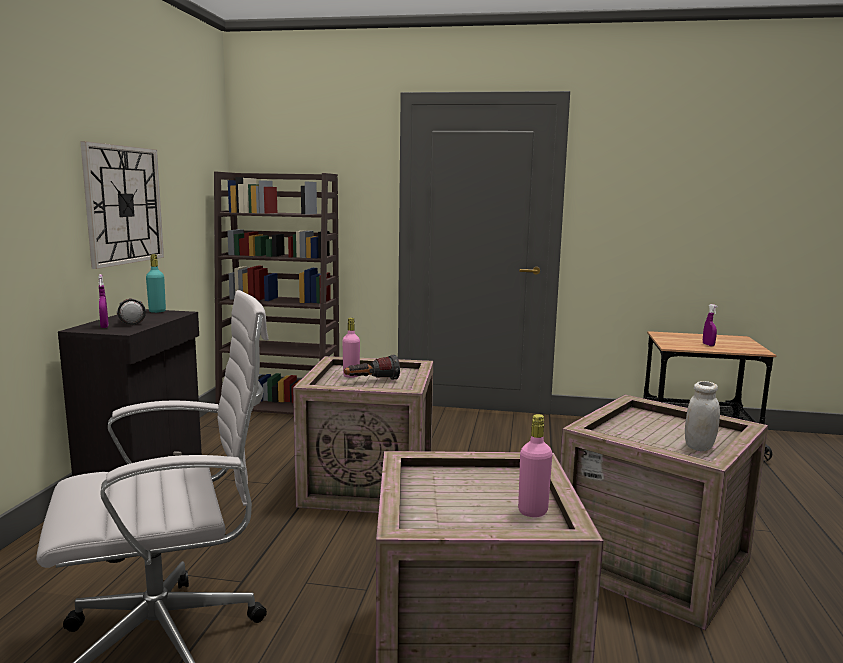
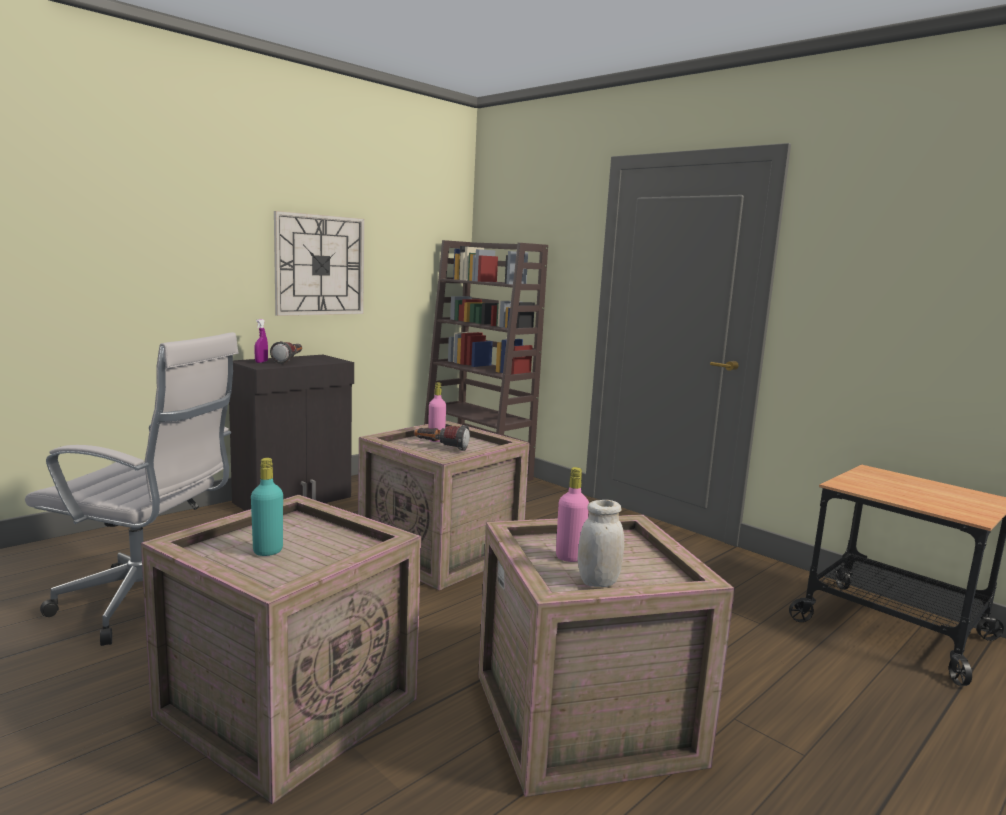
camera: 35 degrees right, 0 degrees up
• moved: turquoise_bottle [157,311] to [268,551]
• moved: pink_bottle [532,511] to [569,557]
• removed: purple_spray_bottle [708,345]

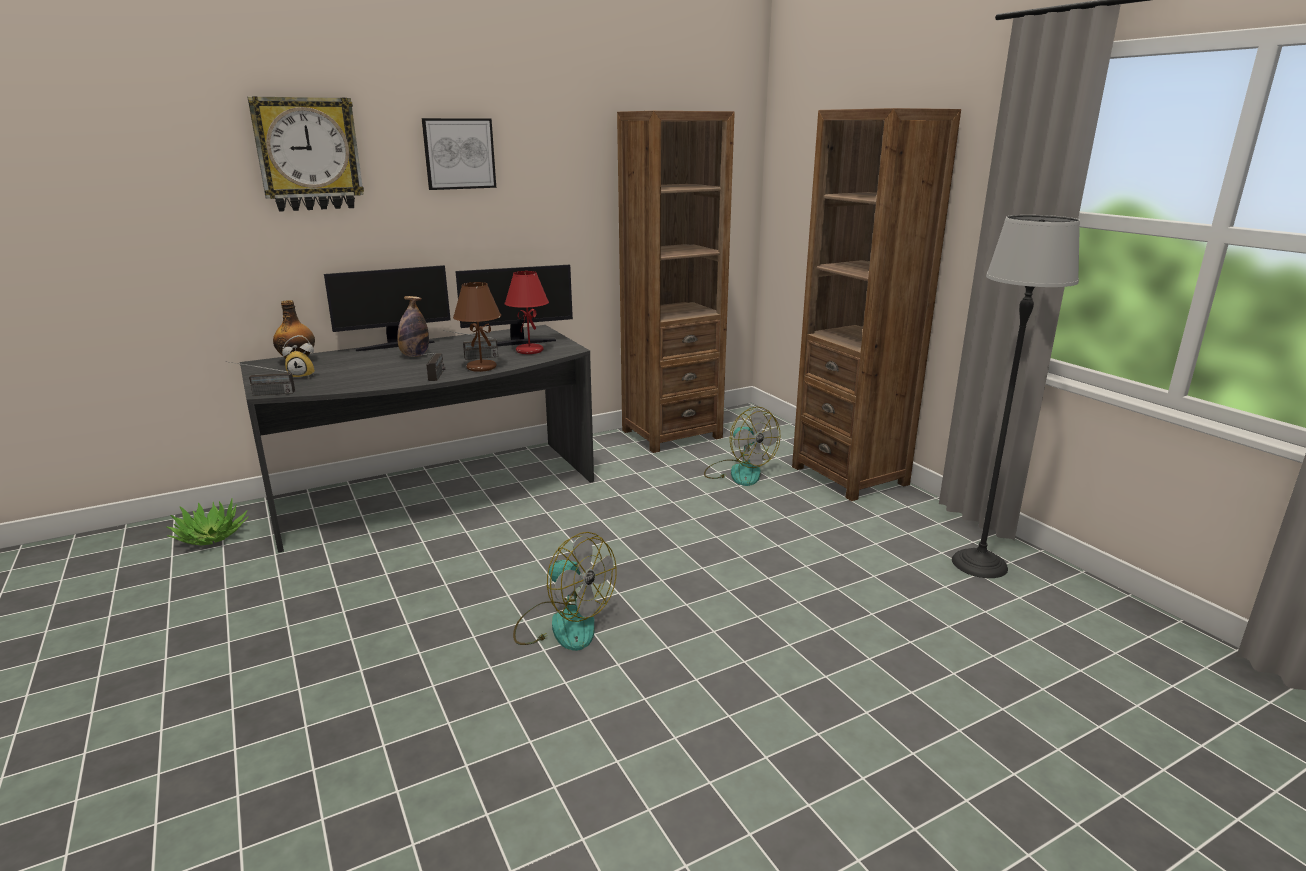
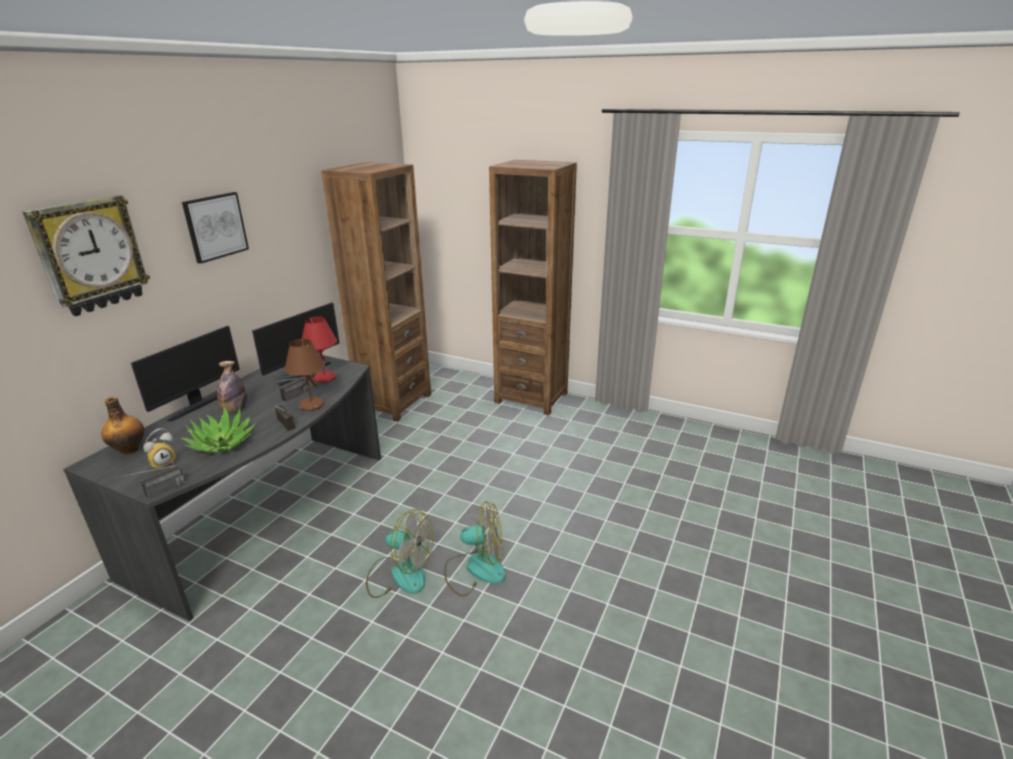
camera: 35 degrees left, 5 degrees up
• moved: potted_plant [211,536] to [222,443]
• moved: fan [738,472] to [400,574]
• removed: floor_lamp [979,564]

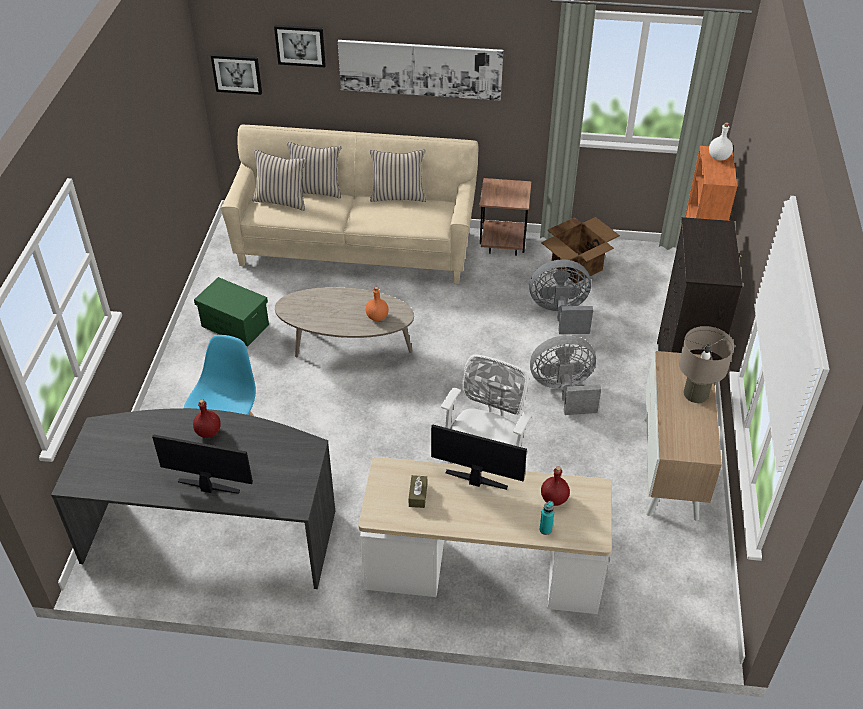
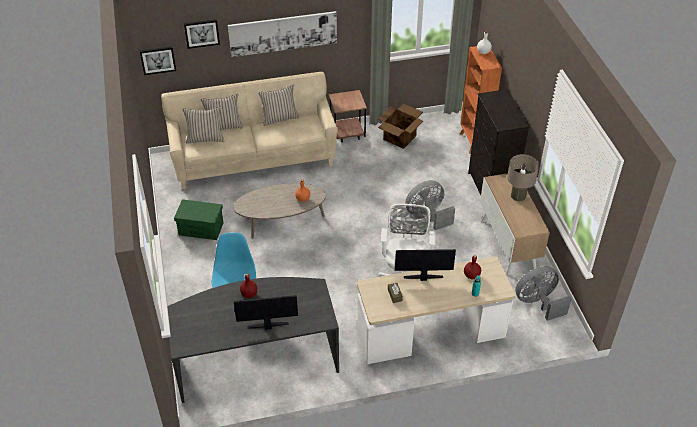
camera: 20 degrees left, 0 degrees up
• moved: grey_fan [560,314] to [538,303]

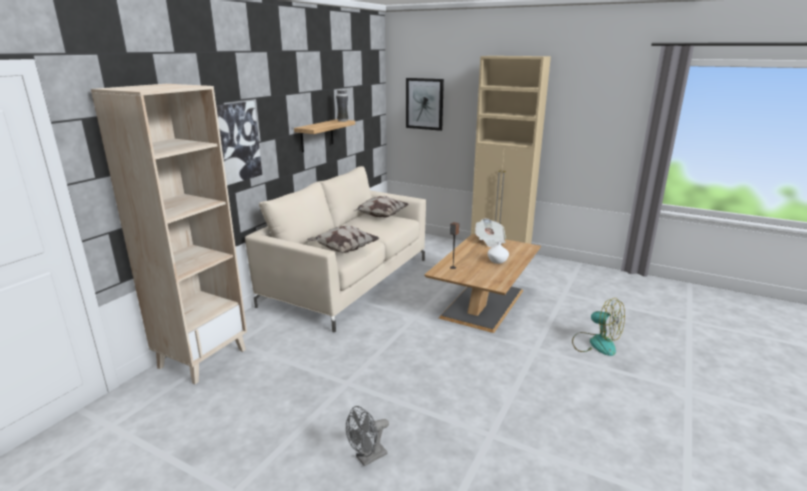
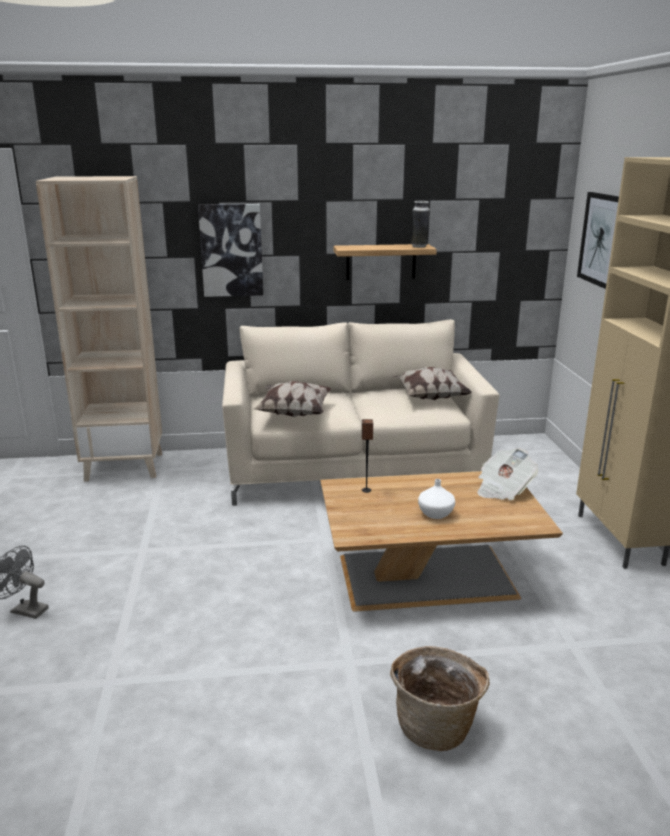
camera: 55 degrees right, 0 degrees up
• replaced: fan [595,343] to basket [436,725]

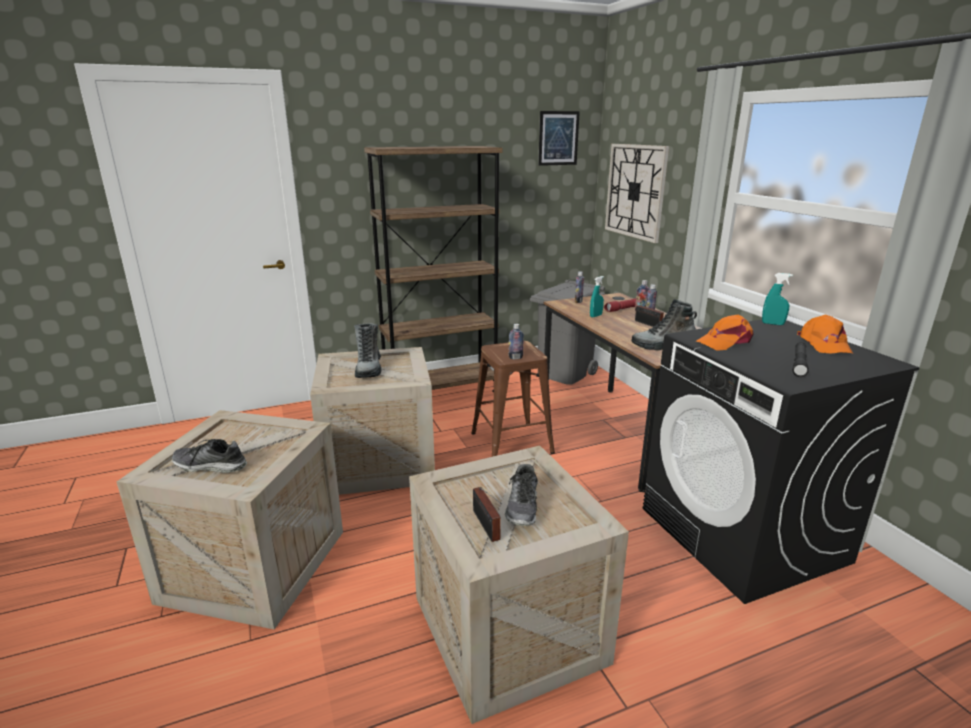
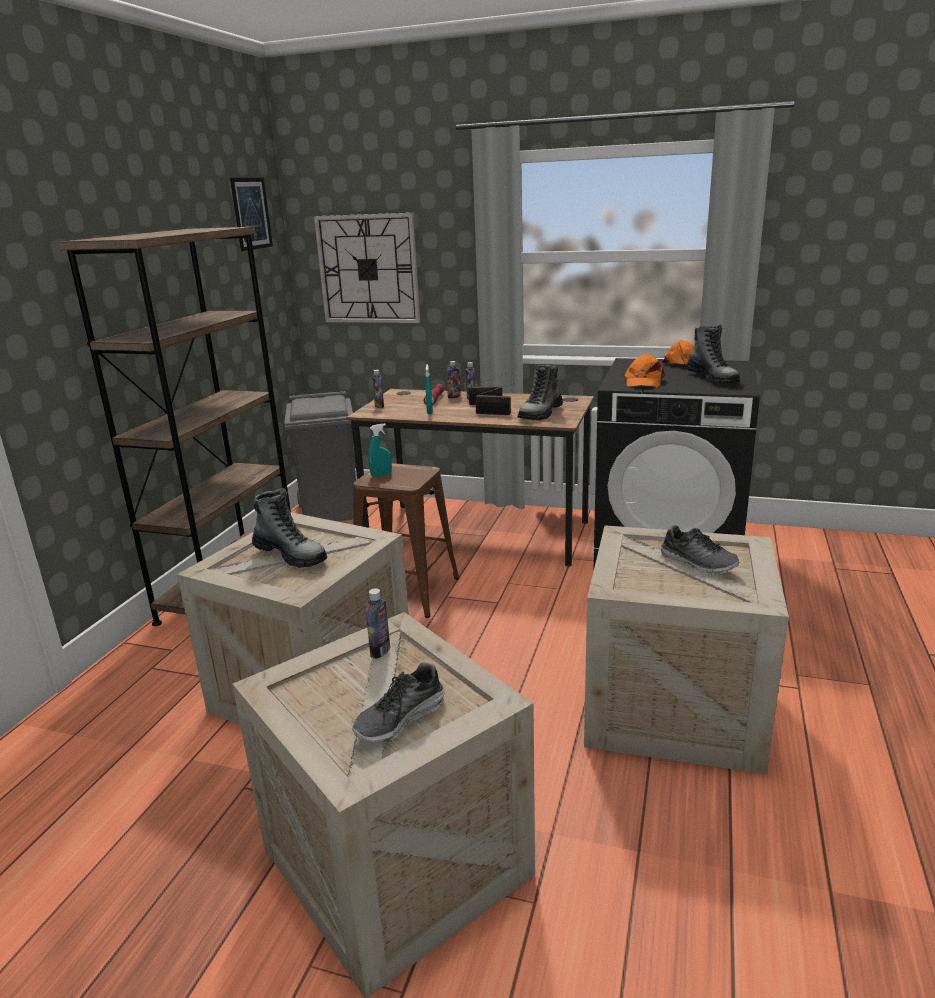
camera: 50 degrees left, 0 degrees up
• moved: radio [486,527] to [495,414]
• moved: bottle [515,357] to [380,651]
• moved: turquoise_spray_bottle [772,324] to [381,475]
• replaced: black_flashlight [799,364] to boot [712,378]

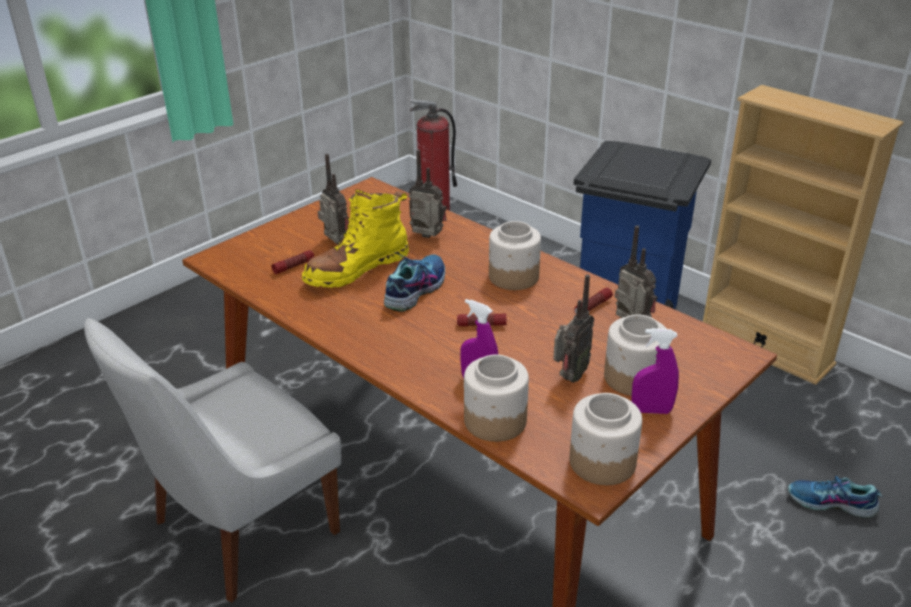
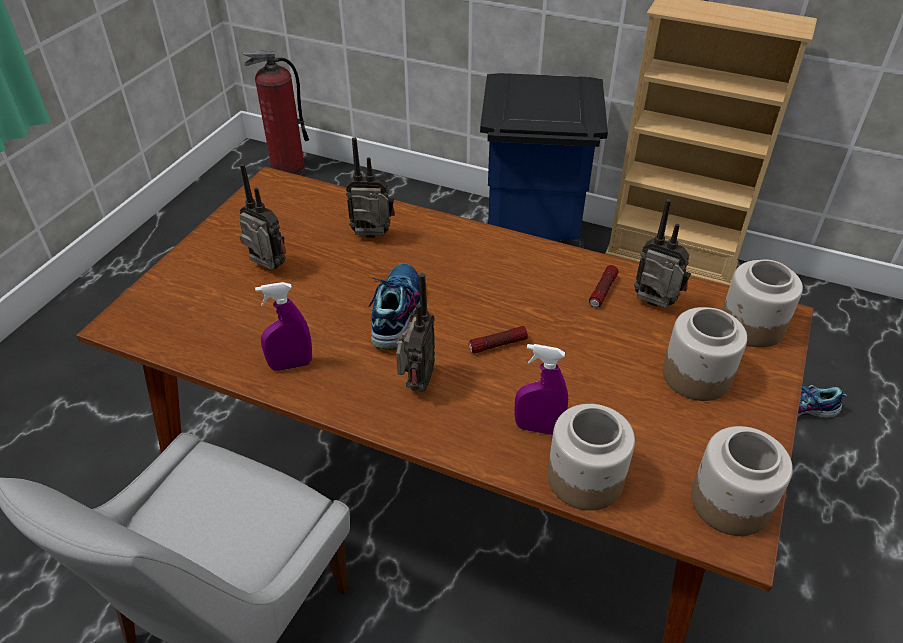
camera: 20 degrees left, 10 degrees up
• removed: flashlight [293,266]
• removed: yellow_boot [357,269]
• moved: jar [513,277] to [751,326]
• moved: radio [569,377] to [416,384]
• moved: purple_spray_bottle [651,410] to [291,365]

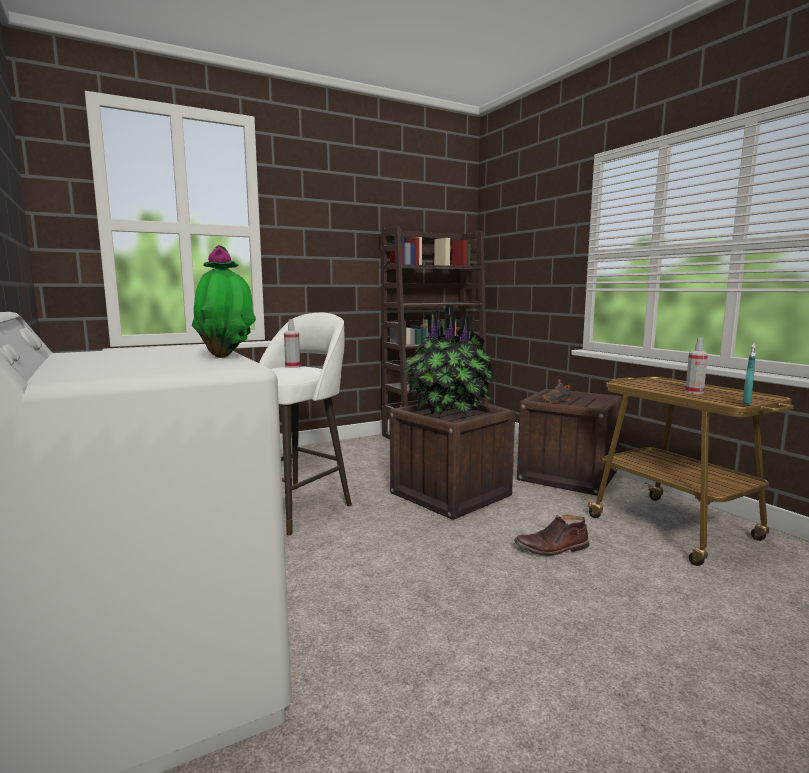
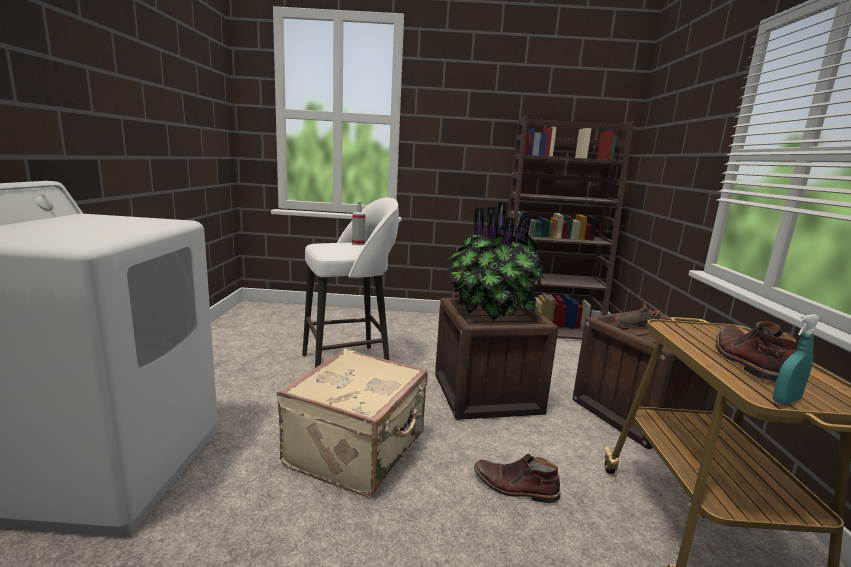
camera: 30 degrees right, 5 degrees up
• removed: potted_plant [226,356]
• replaced: spray_bottle [694,392] to brown_boot [747,362]
• added: beige_suitcase [358,450]

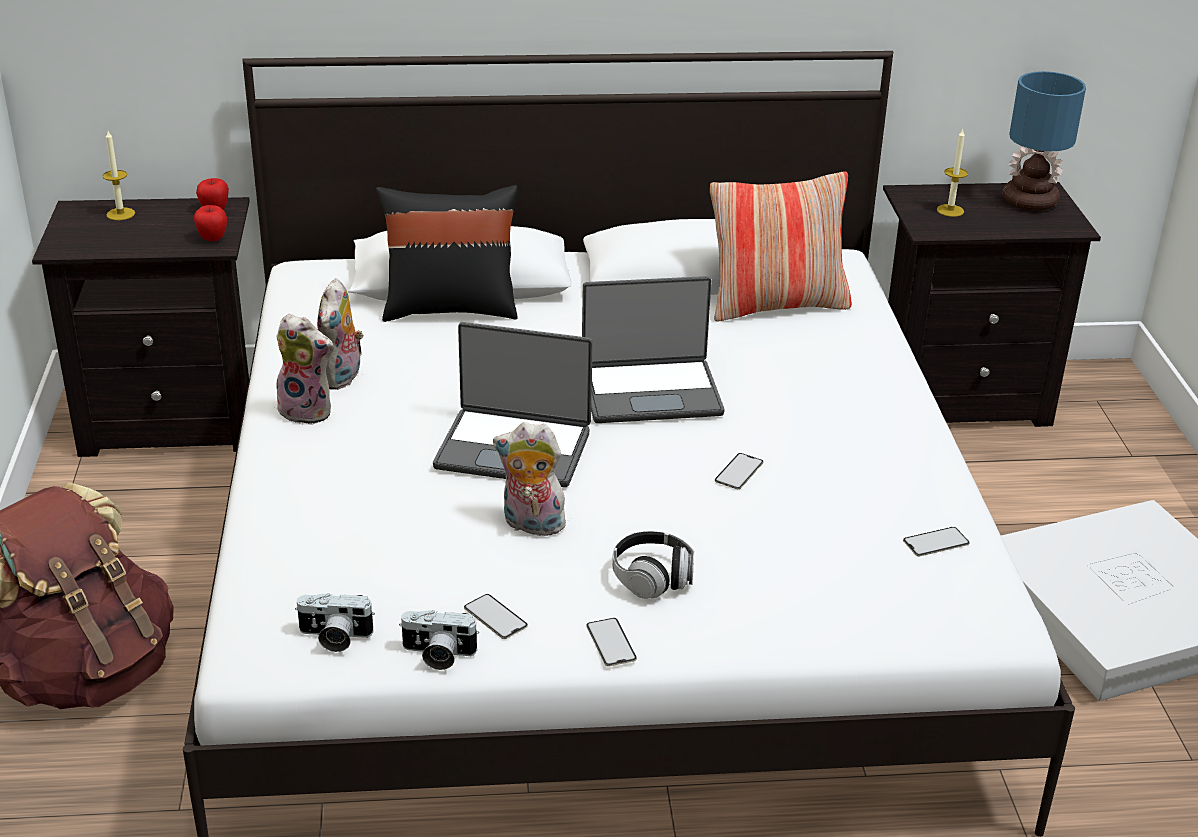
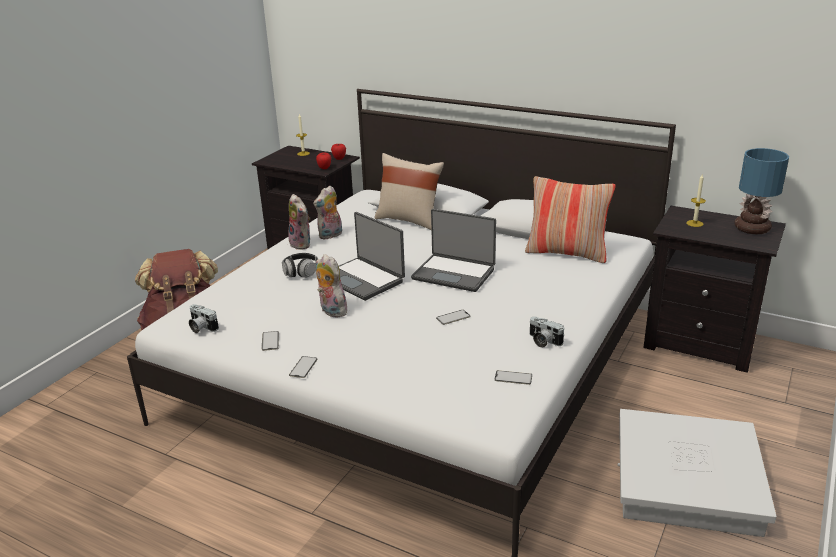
camera: 35 degrees right, 5 degrees down
• recoloured: black_pillow [450,308] to beige_pillow [409,220]
• moved: photo_camera [437,655] to [543,341]
• moved: headphones [652,578] to [301,272]

